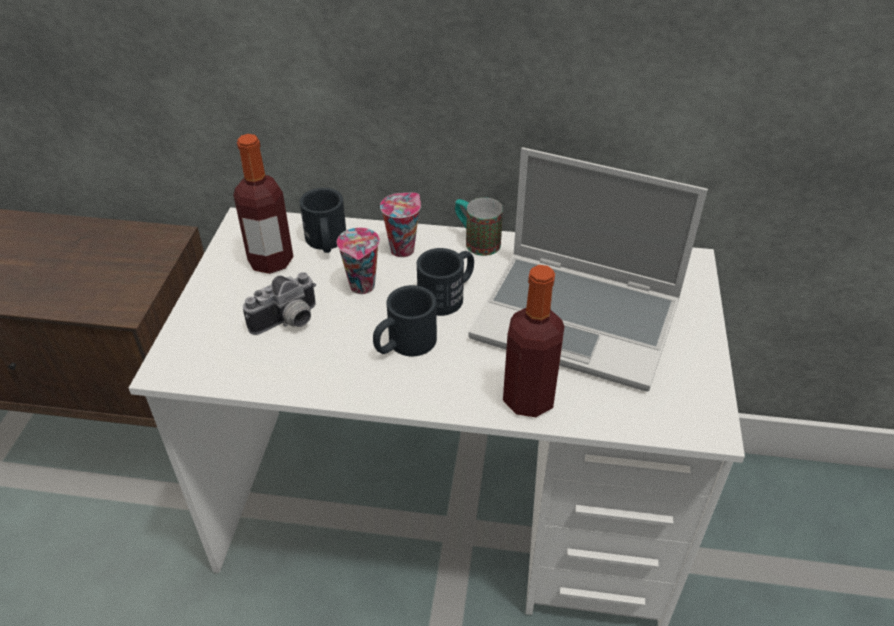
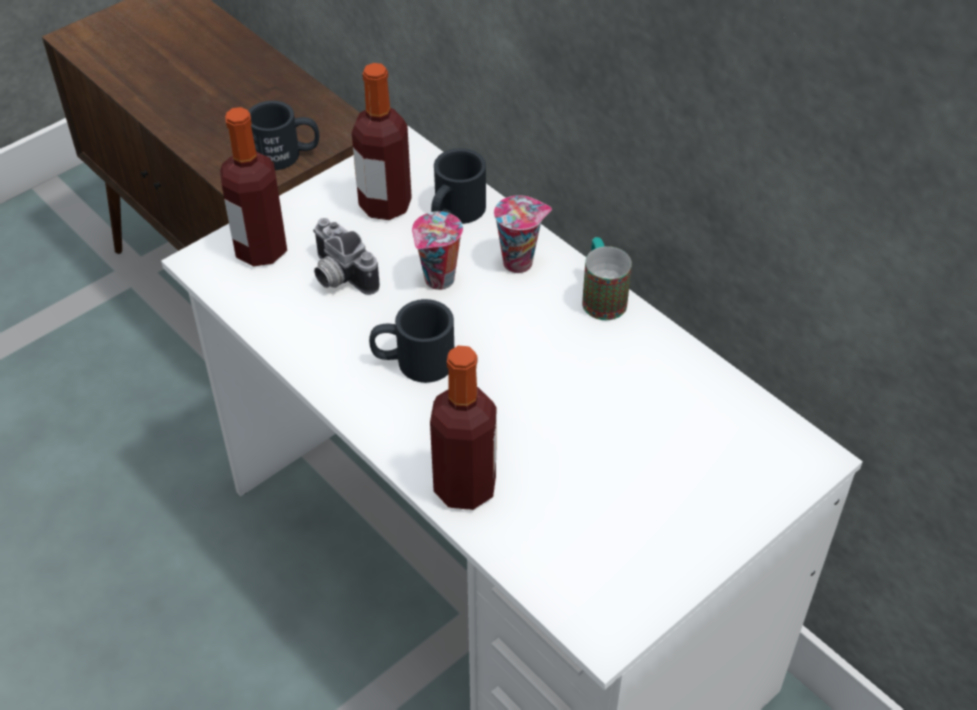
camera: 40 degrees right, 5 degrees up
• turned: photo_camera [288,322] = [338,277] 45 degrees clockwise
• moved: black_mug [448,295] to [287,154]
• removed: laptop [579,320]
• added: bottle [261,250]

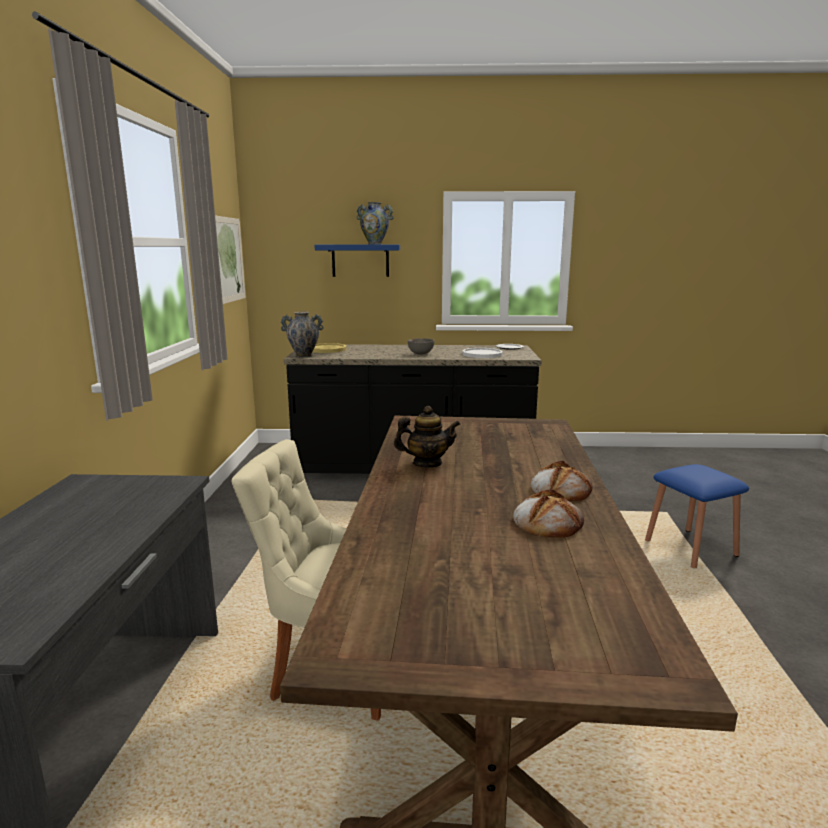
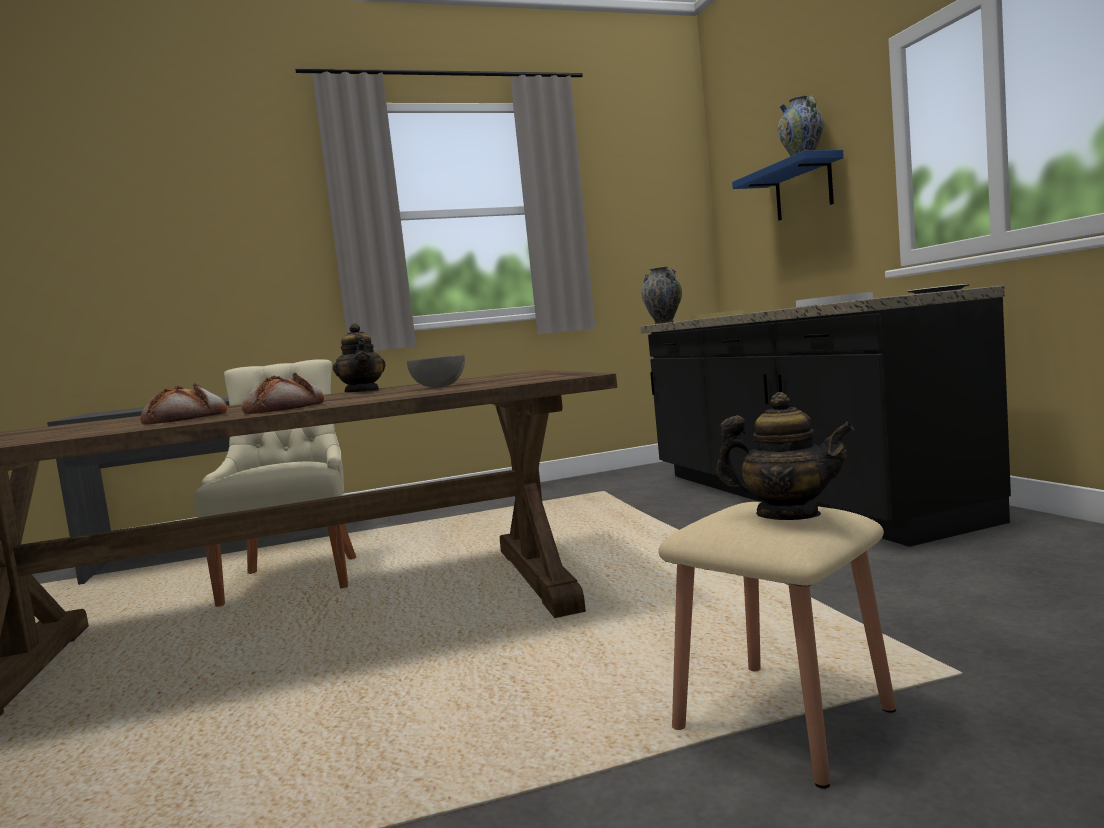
camera: 70 degrees right, 10 degrees down
• removed: picture [228,260]
• moved: grey_bowl [421,354] to [440,387]
• recoloured: blue_stool [690,548] to beige_stool [783,719]
• added: teapot [787,515]

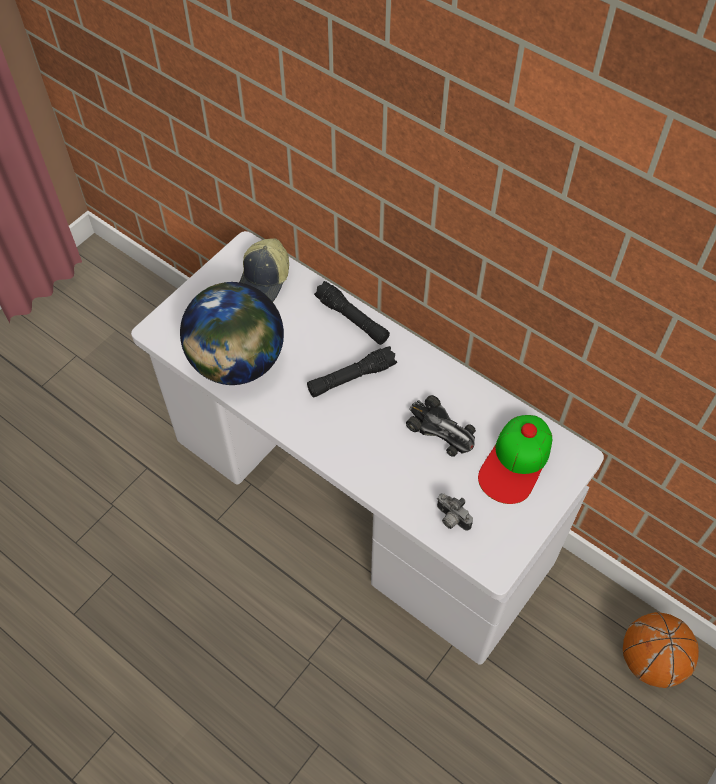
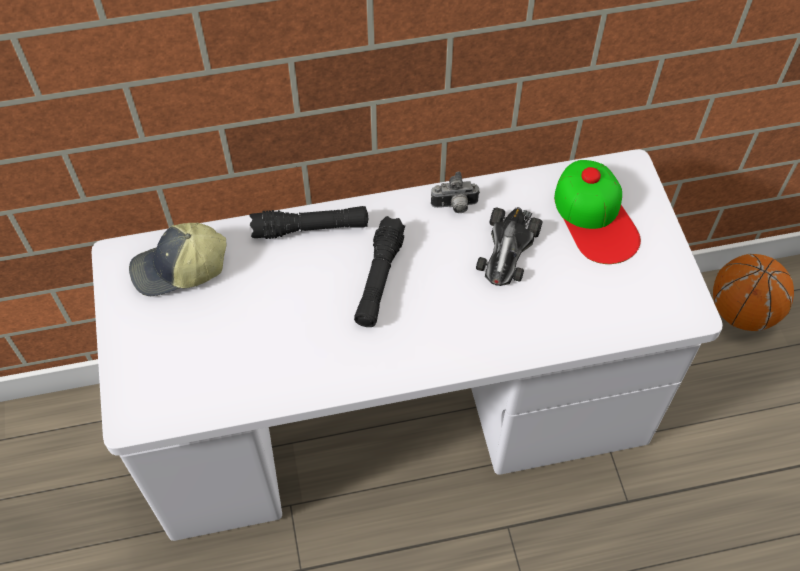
camera: 50 degrees left, 0 degrees up
• removed: globe [237,362]
• turned: cap [264,280] = [179,269] 105 degrees clockwise
• turned: toy_car [440,429] = [507,248] 120 degrees clockwise
• moved: photo_camera [451,519] to [455,206]

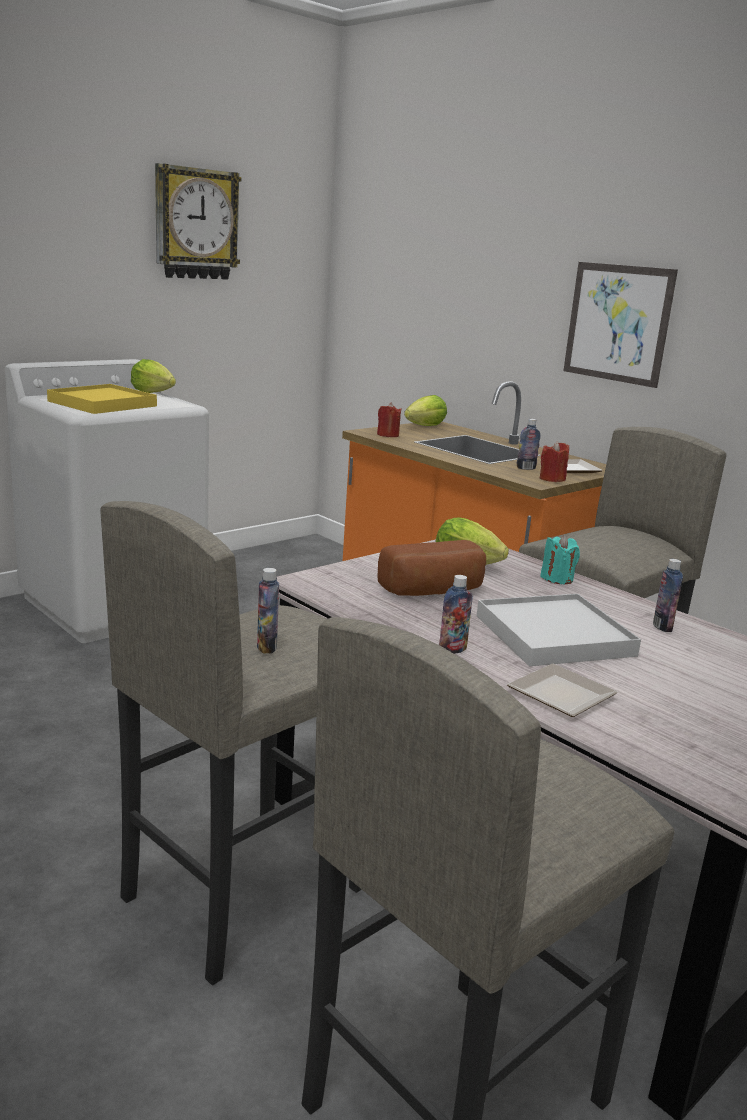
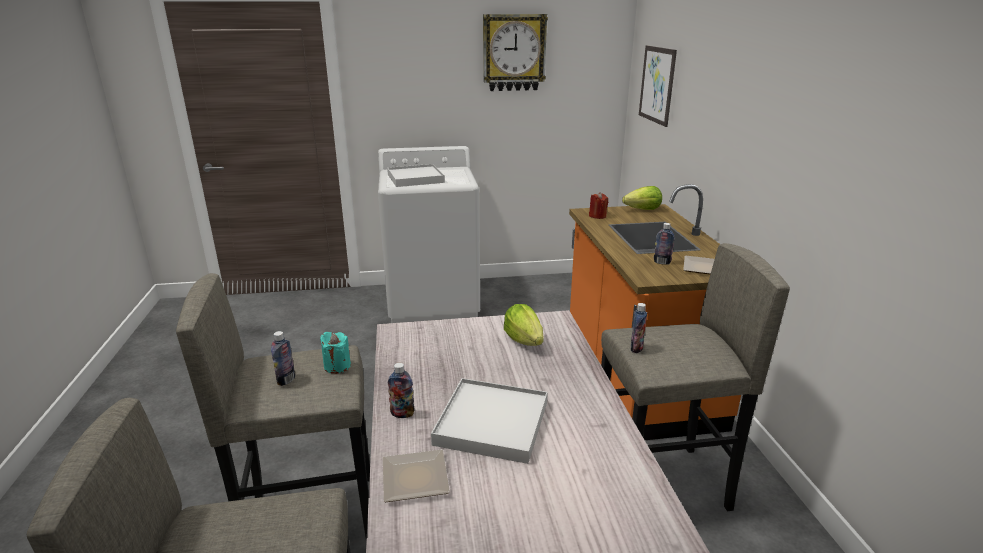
camera: 35 degrees right, 5 degrees up
• recoloured: yellow_tray [103,404] to white_tray [415,178]
• removed: lettuce [153,393]
• removed: bread [434,591]
• removed: red_candle [552,479]
• moved: turquoise_candle [557,578] to [337,366]
• moved: picture [617,323] to [657,85]
• moved: bottle [662,627] to [636,348]

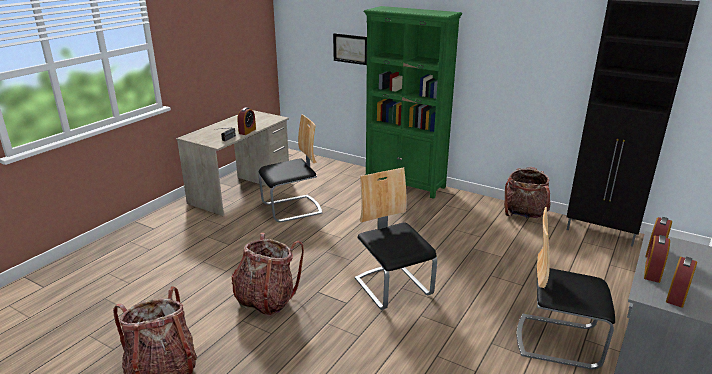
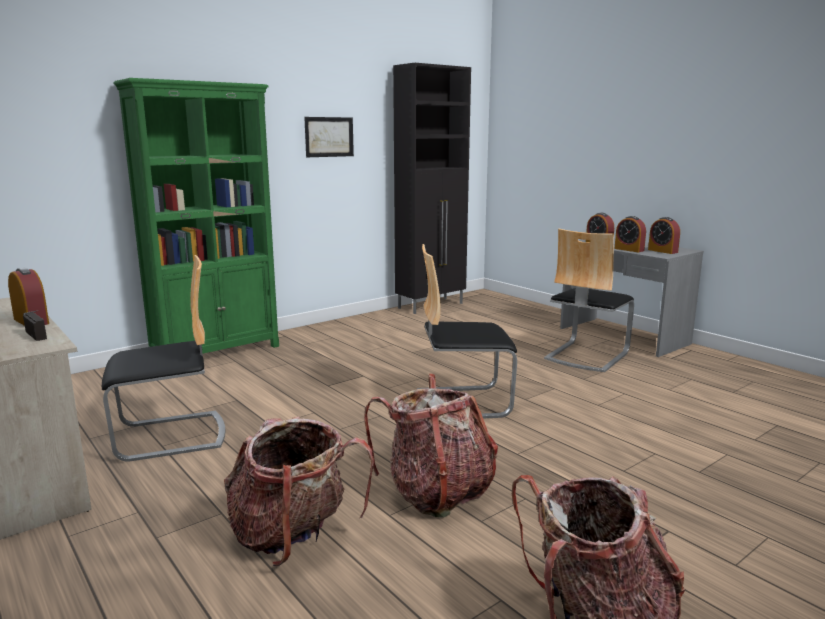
camera: 70 degrees left, 10 degrees down
• turned: chair [292,209] = [170,436] 75 degrees clockwise
• moved: picture [350,49] to [329,137]
• moved: backpack [524,214] to [294,537]

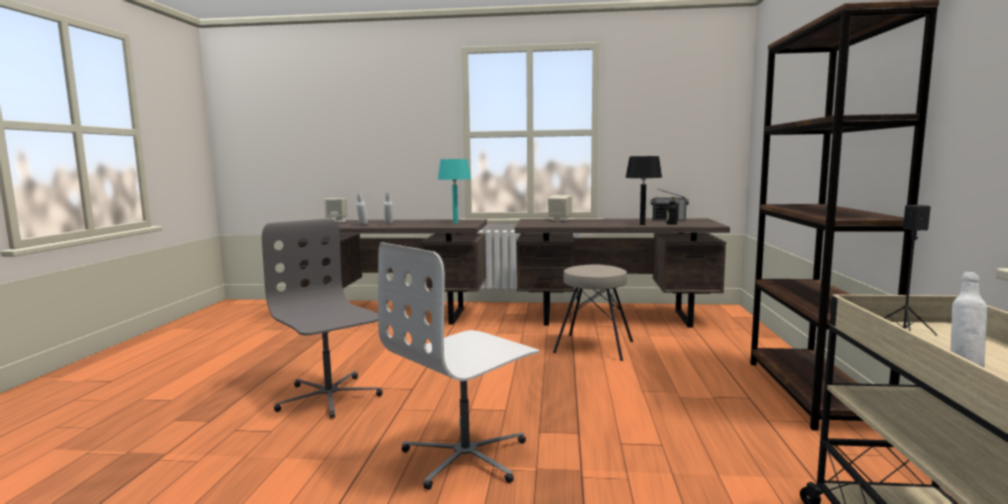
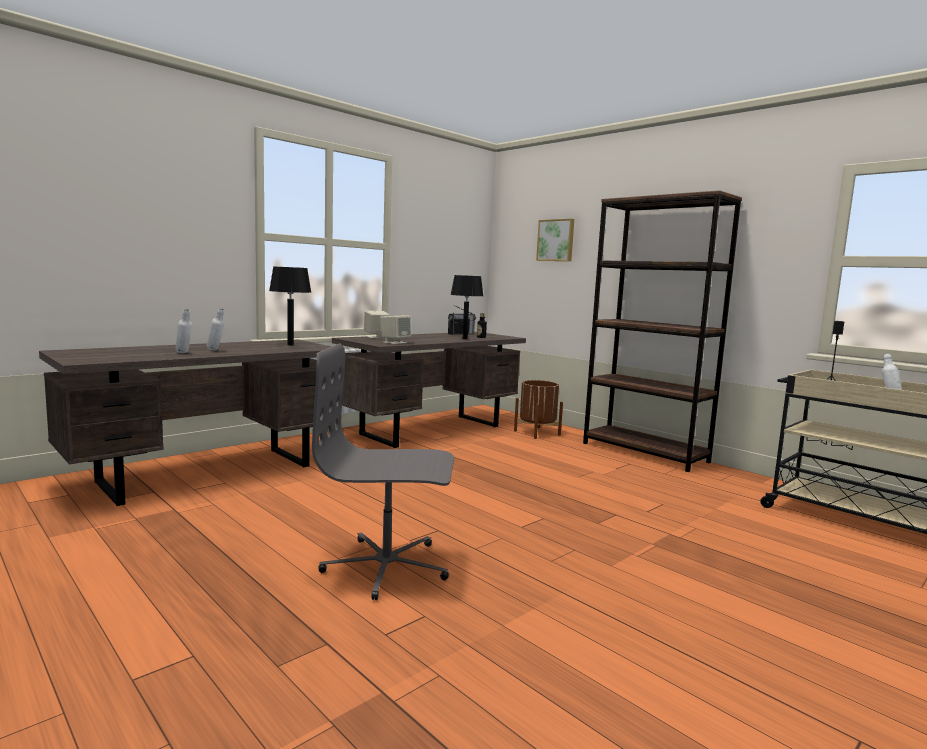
camera: 50 degrees left, 0 degrees up
• moved: beige_speaker [337,221] to [395,342]
• removed: white_office_chair [466,457]
• recoloured: turquoise_table_lamp [455,223] to black_table_lamp [290,345]
• removed: beige_stool [594,347]
• added: brown_planter [537,433]
• added: picture [556,240]

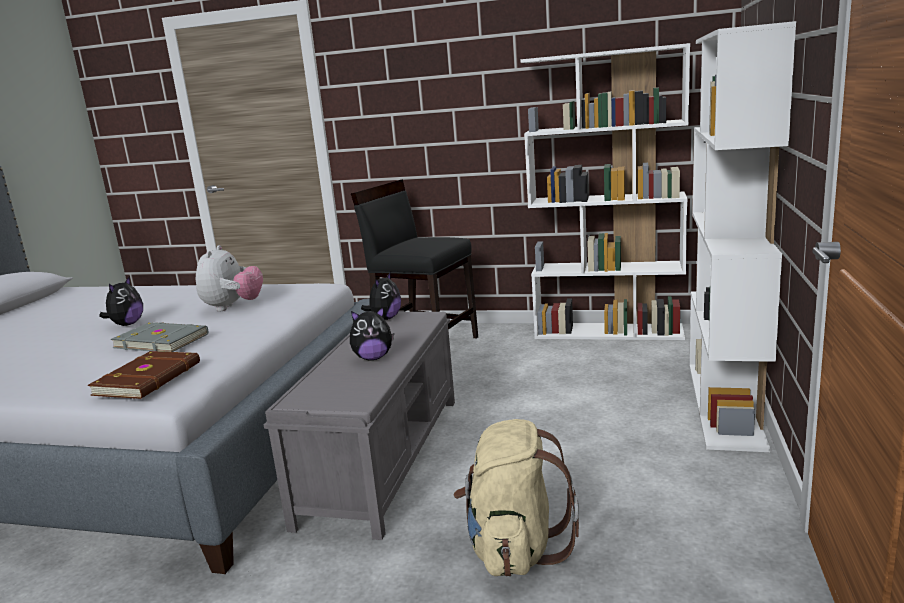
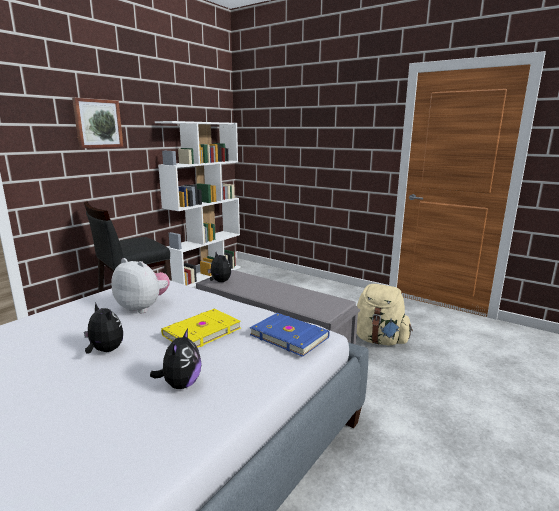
camera: 70 degrees left, 0 degrees up
• recoloured: brown_book [150,378] to blue_book [289,335]
• recoloured: grey_book [162,340] to yellow_book [201,331]
• moved: plush_toy [373,358] to [181,384]
• removed: white_bookcase [725,403]
• added: picture [98,123]

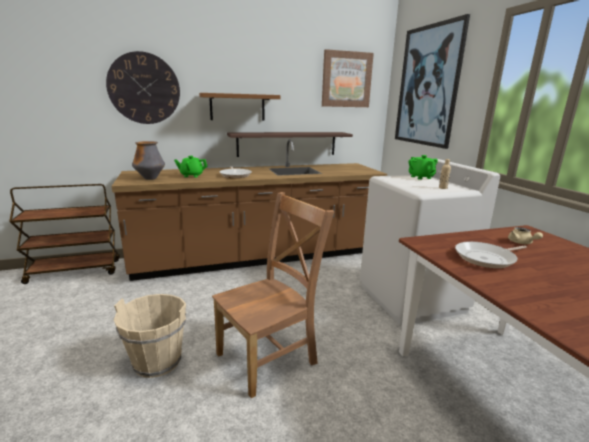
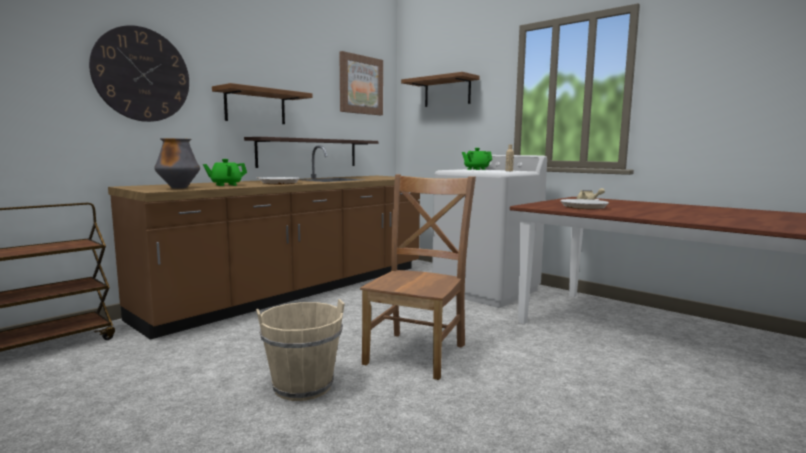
camera: 30 degrees left, 10 degrees down
• replaced: picture [427,86] to brown_shelf [447,92]

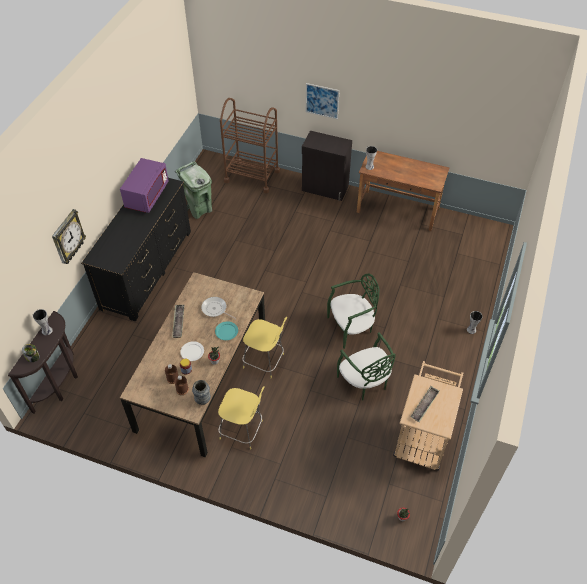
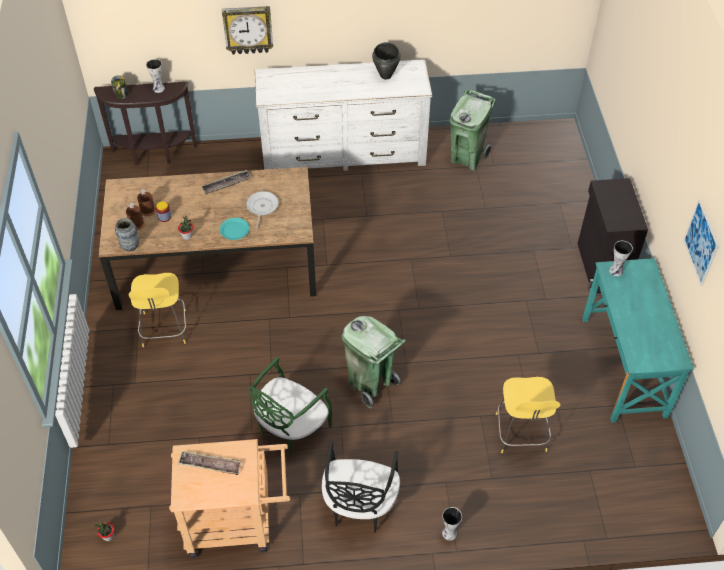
camera: 65 degrees right, 0 degrees up
• recoloured: black_dresser [147,269] to white_dresser [344,152]
• replaced: purple_microwave [147,196] to black_cooking_pot [386,75]
• removed: white_plate [192,352]
• removed: brown_cart [252,176]
• moved: yellow_stool [265,361] to [521,434]
• moved: picture [322,101] to [701,242]
• replaced: green_chair [351,327] to green_trash_can [370,383]
• recoloured: brown_desk [398,210] to turquoise_desk [624,366]
• added: black_chair [359,506]

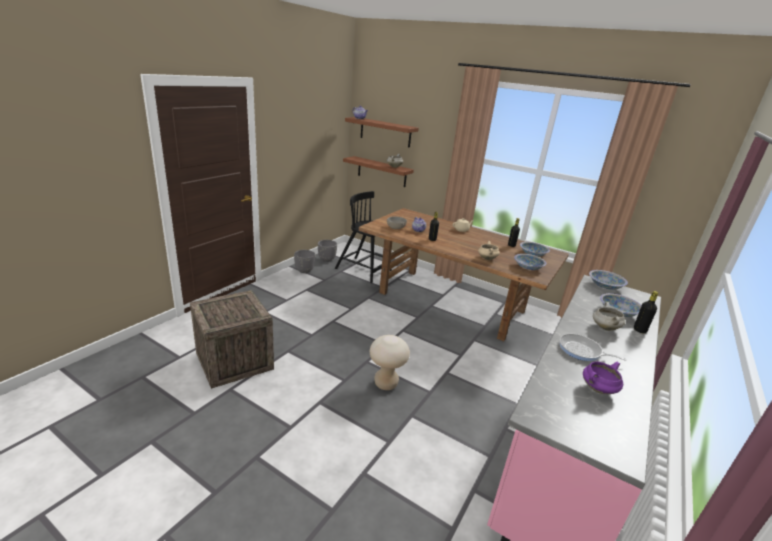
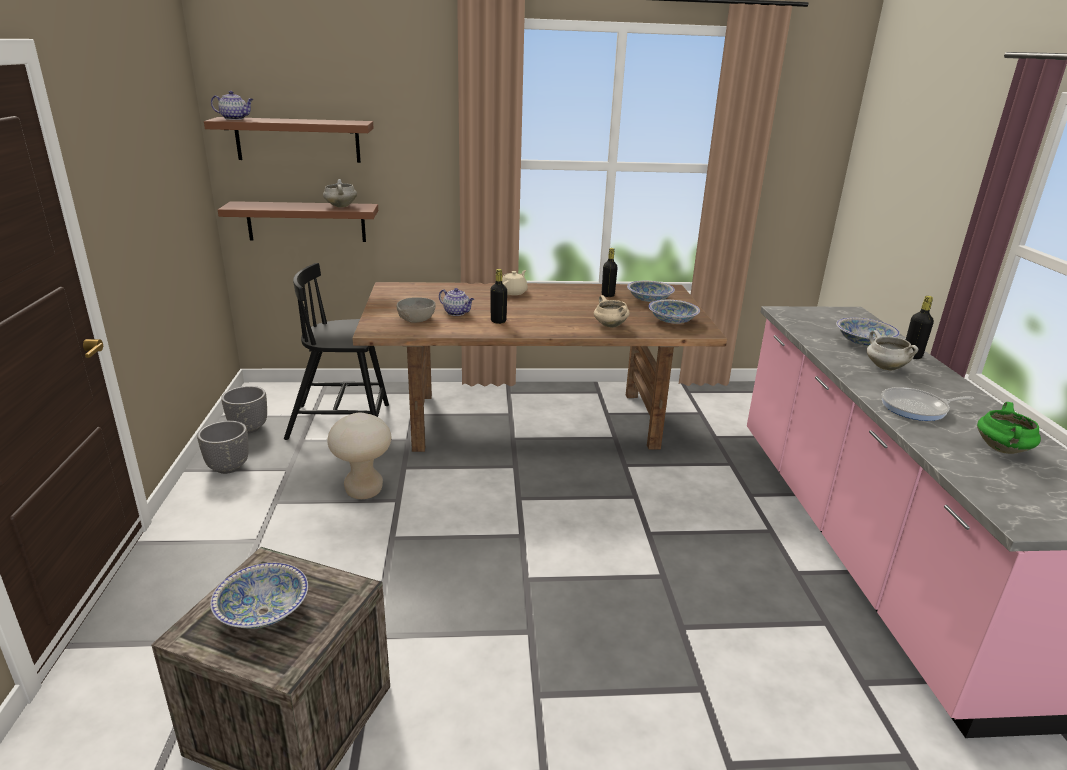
camera: 35 degrees left, 0 degrees up
• moved: beige_stool [386,384] to [364,491]
• recoloured: purple_cooking_pot [598,389] to green_cooking_pot [1002,450]
• moved: bowl [605,286] to [263,612]

